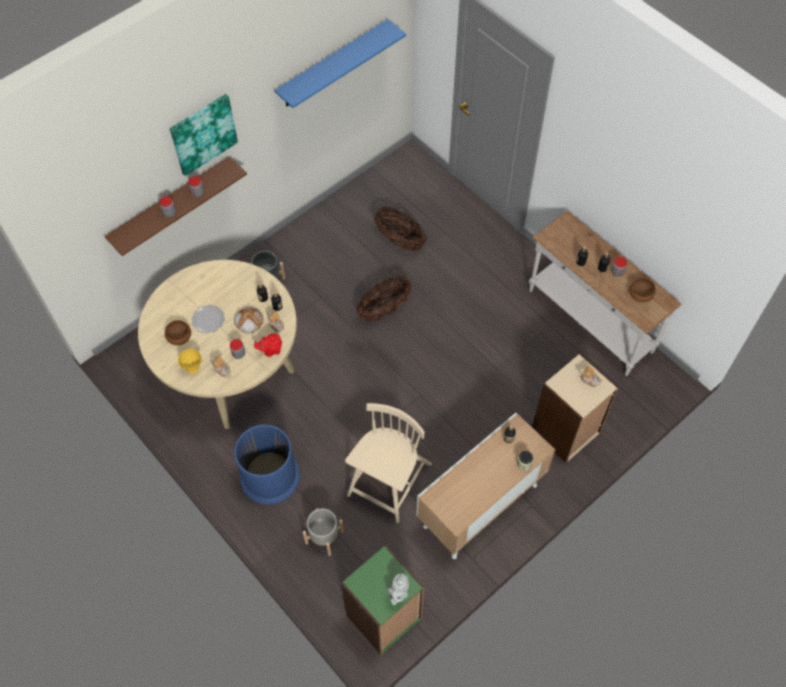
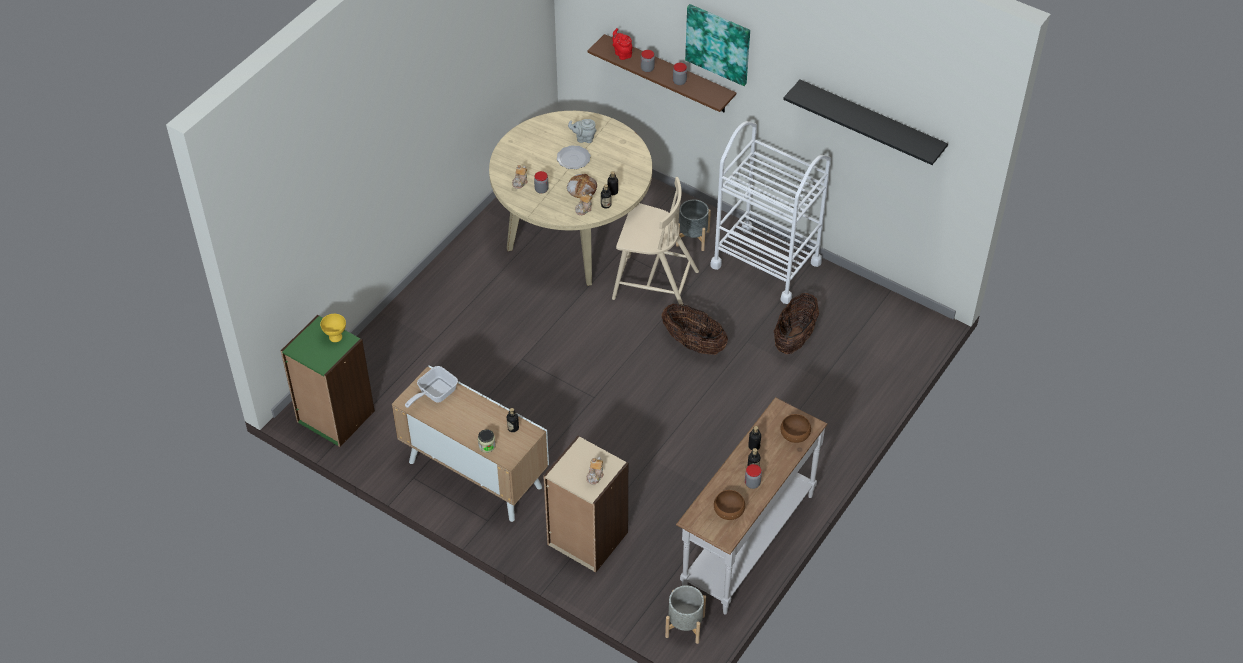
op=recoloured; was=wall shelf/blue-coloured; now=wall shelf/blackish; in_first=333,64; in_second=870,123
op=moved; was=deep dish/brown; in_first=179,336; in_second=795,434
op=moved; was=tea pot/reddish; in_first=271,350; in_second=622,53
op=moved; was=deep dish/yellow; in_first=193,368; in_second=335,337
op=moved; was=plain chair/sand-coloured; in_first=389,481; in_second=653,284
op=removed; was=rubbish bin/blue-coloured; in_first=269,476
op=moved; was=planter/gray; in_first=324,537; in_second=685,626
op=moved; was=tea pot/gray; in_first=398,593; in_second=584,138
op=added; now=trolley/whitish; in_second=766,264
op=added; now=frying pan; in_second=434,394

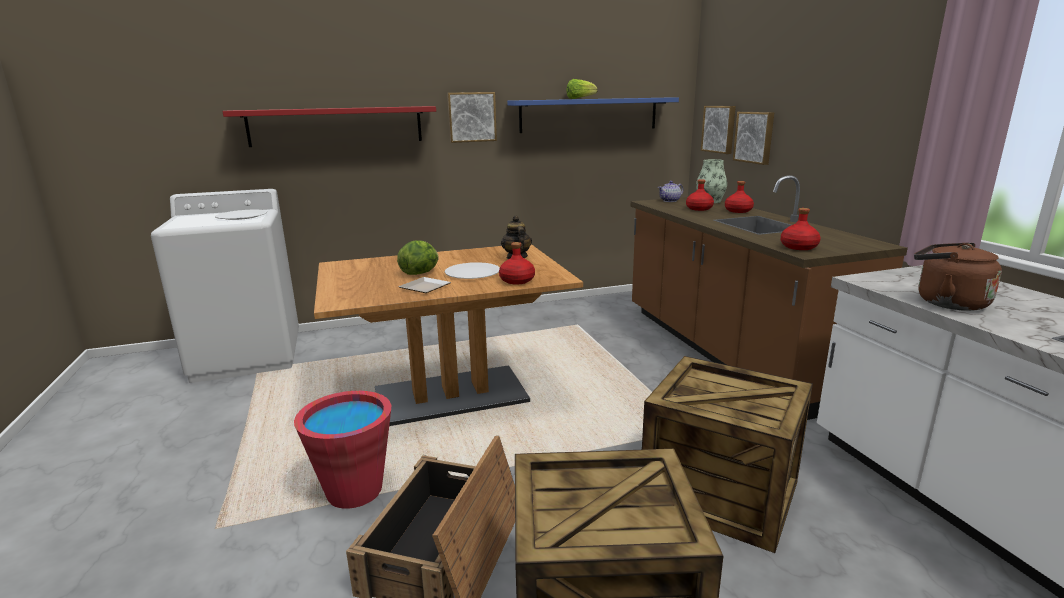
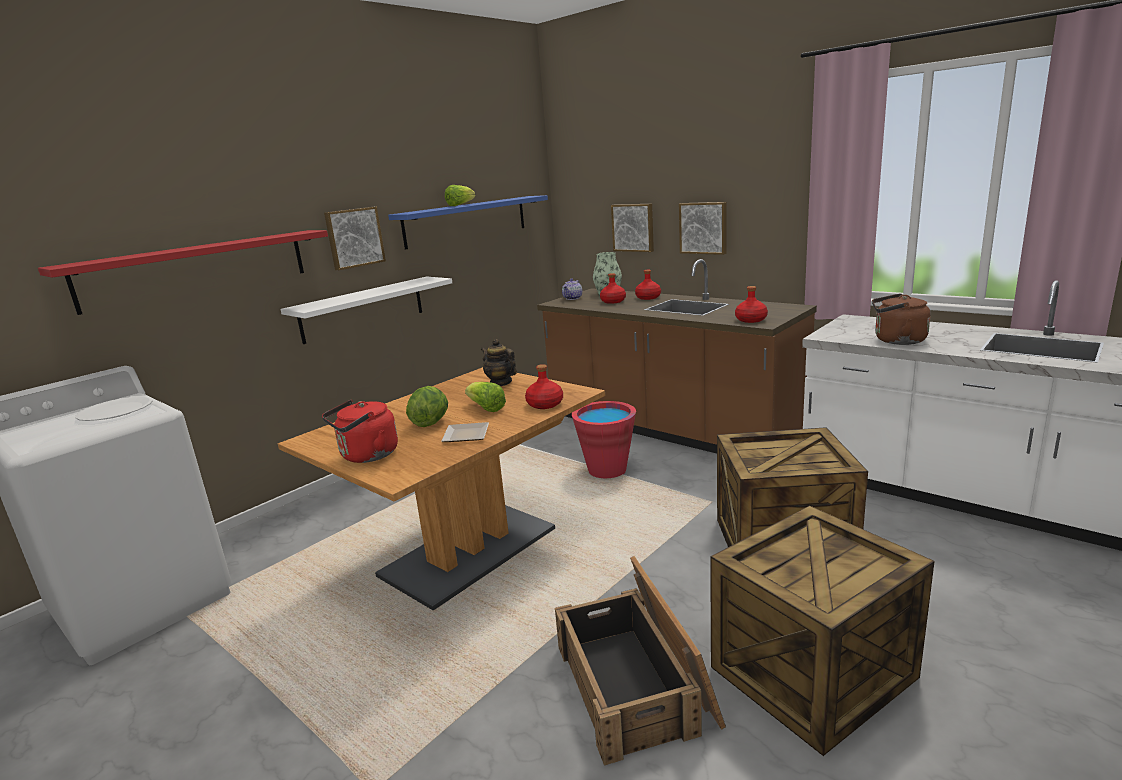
op=moved; was=picture; in_first=719,129; in_second=703,228
op=replaced; was=flat dish/whitish; now=lettuce; in_first=472,273; in_second=486,408
op=moved; was=water bucket/reddish; in_first=354,490; in_second=607,470
op=added; now=wall shelf/whitish; in_second=363,309
op=added; now=tea kettle/reddish; in_second=366,456

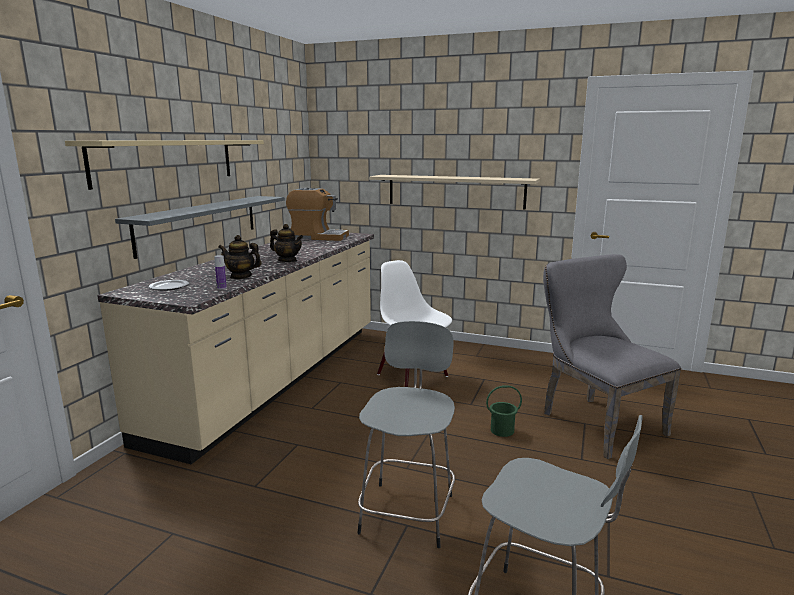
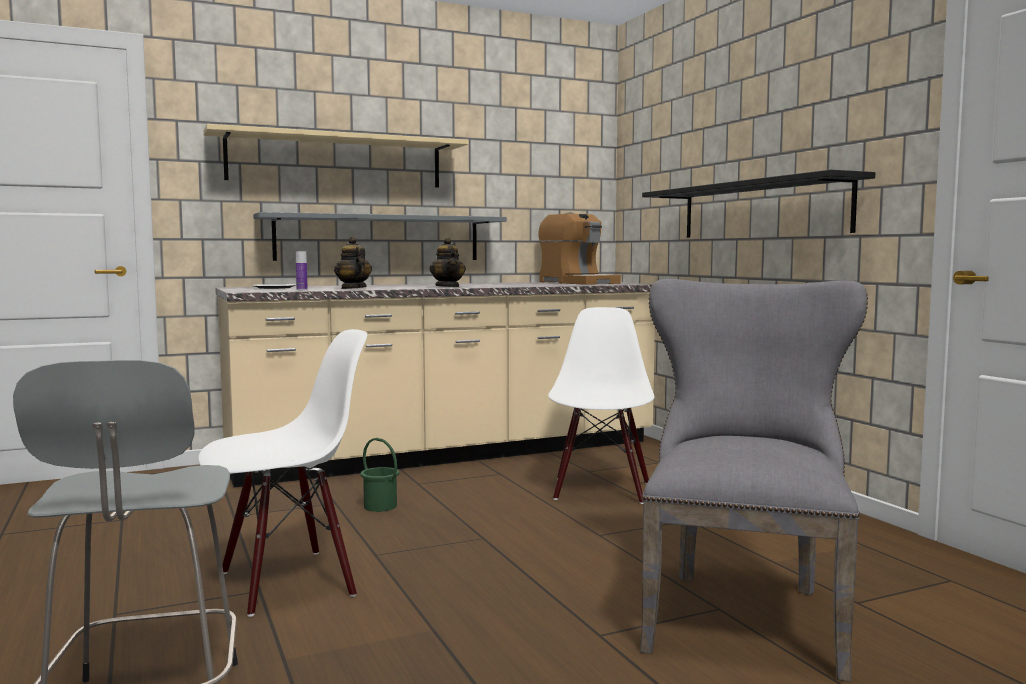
op=recoloured; was=wall shelf/sand-coloured; now=wall shelf/blackish; in_first=455,191; in_second=761,210
op=replaced; was=sitting stool/gray; now=plain chair/whitish; in_first=408,511; in_second=288,582
op=moved; was=water bucket/green; in_first=502,430; in_second=380,506

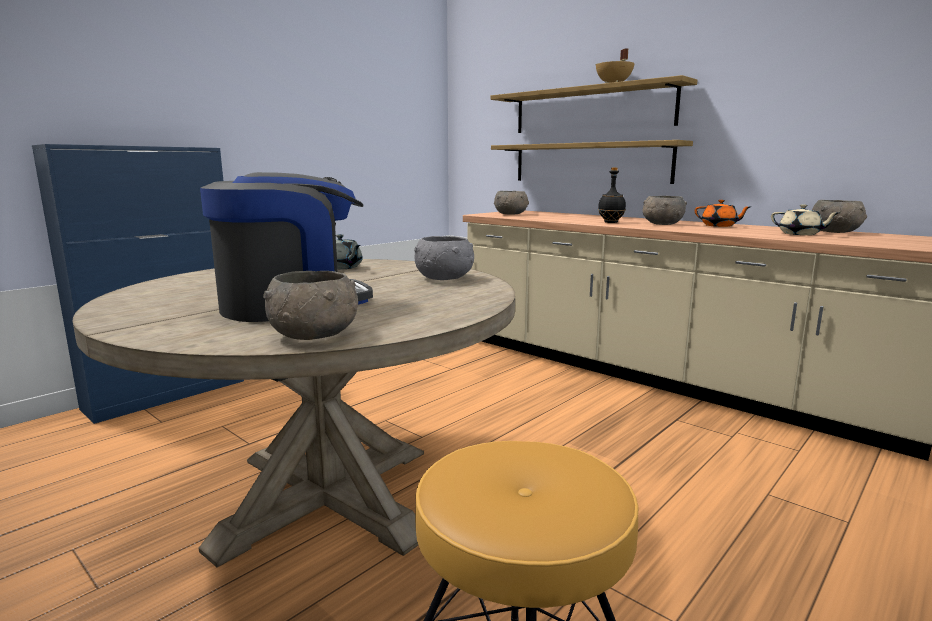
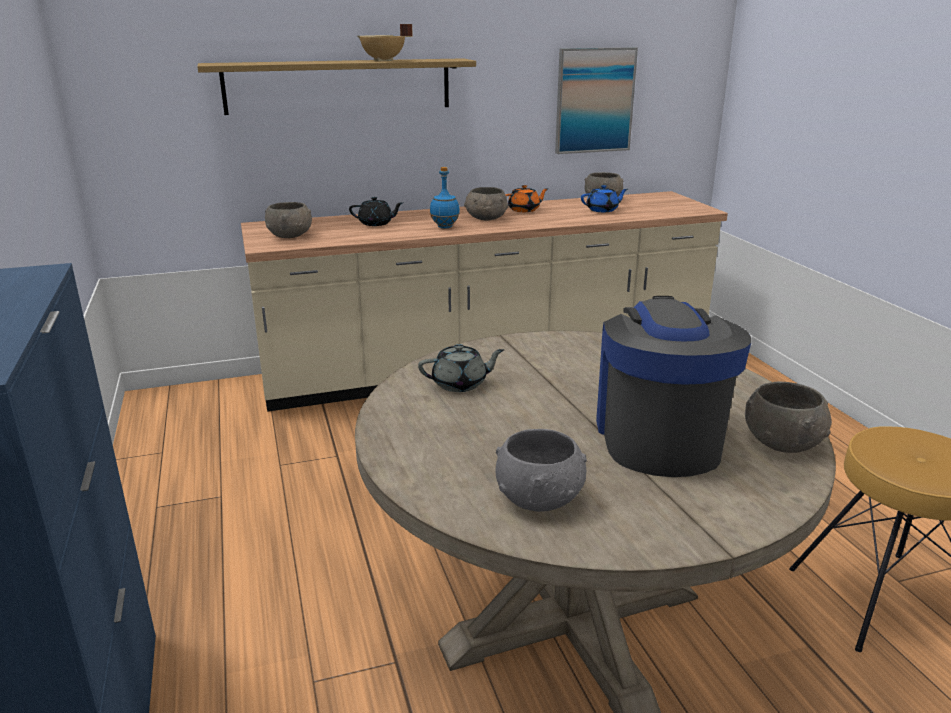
op=removed; was=wall shelf; in_first=589,163
op=recoloured; was=bottle/blackish; now=bottle/blue-coloured; in_first=611,222; in_second=445,227
op=recoloured; was=tea pot/sand-coloured; now=tea pot/blue-coloured; in_first=800,234; in_second=603,210
op=moved; was=deep dish/gray; in_first=445,278; in_second=540,497
op=added; now=picture; in_second=594,100
op=added; now=tea pot/blackish; in_second=376,223

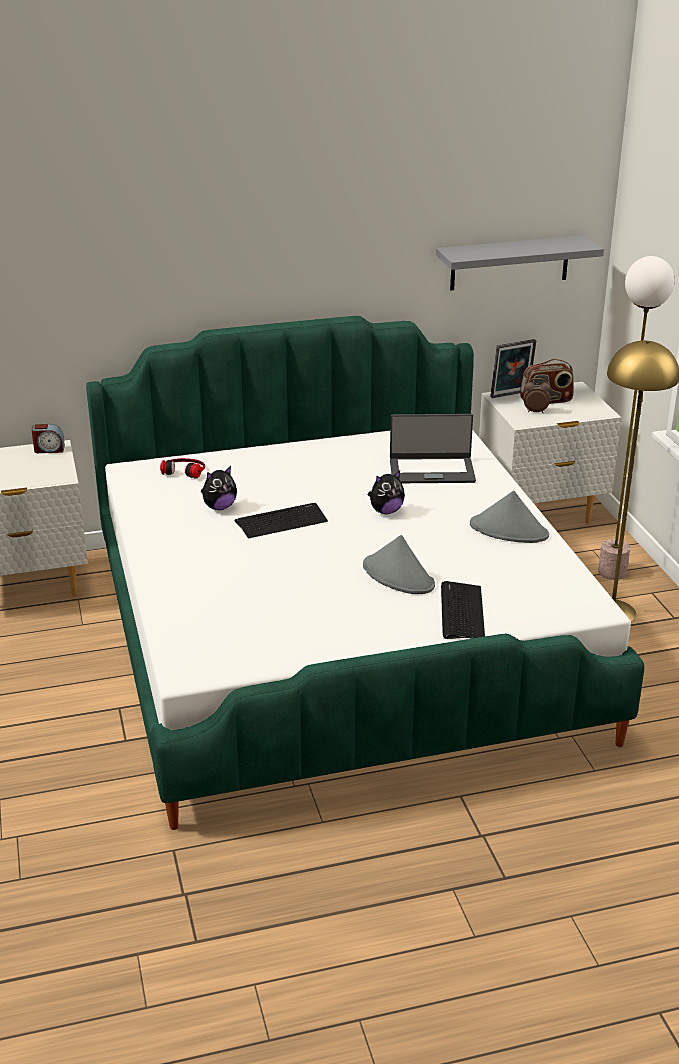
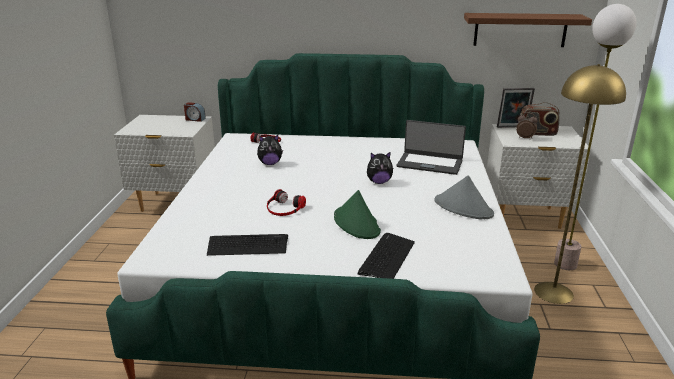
op=recoloured; was=wall shelf/gray; now=wall shelf/brown; in_first=509,263; in_second=520,30
op=moved; was=computer keyboard; in_first=281,521; in_second=247,245
op=recoloured; was=wearable hat/gray; now=wearable hat/green; in_first=398,576; in_second=356,223
op=added; now=pair of headphones; in_second=284,208

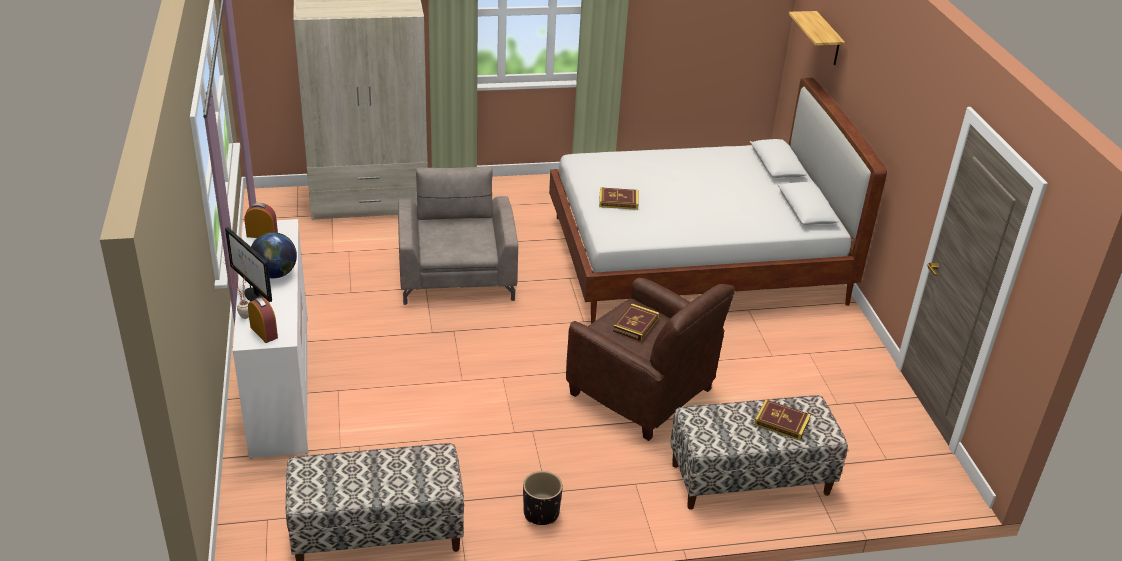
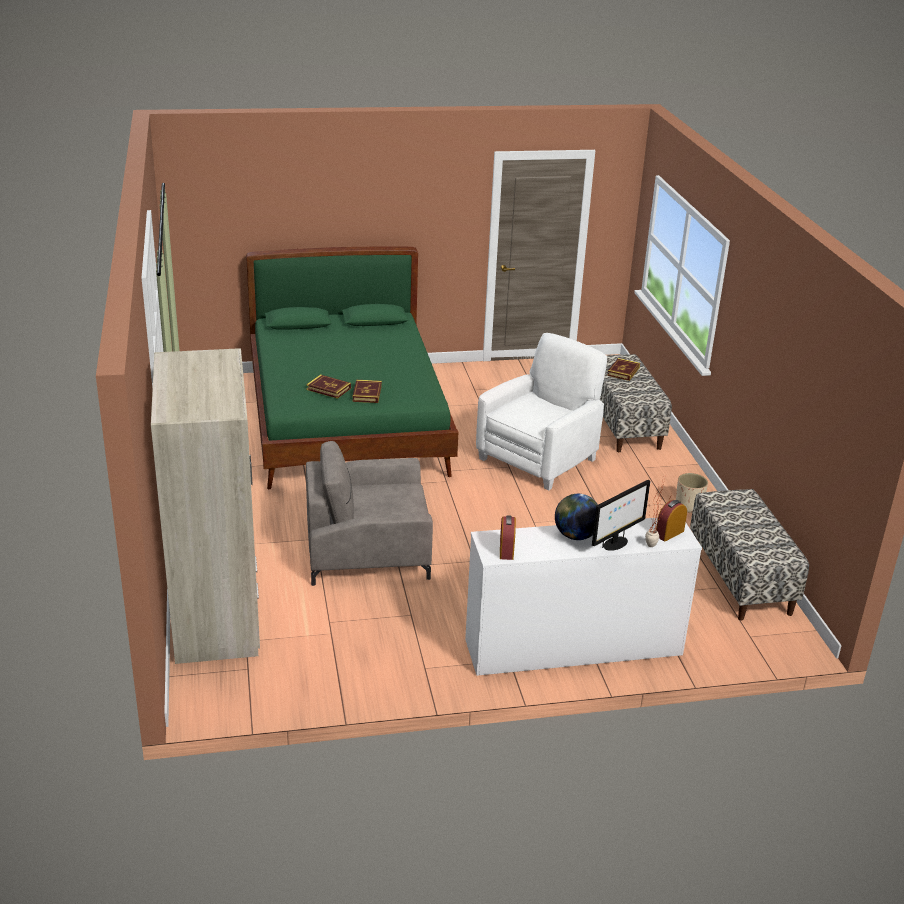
op=removed; was=wall shelf; in_first=828,39
op=recoloured; was=bedroom bed/whitish; now=bedroom bed/green; in_first=694,261; in_second=347,424
op=recoloured; was=easy chair/brown; now=easy chair/whitish; in_first=643,392; in_second=538,459
op=moved; was=volume; in_first=636,325; in_second=328,389
op=recoloured; was=planter/blackish; now=planter/sand-coloured; in_first=541,513; in_second=689,506

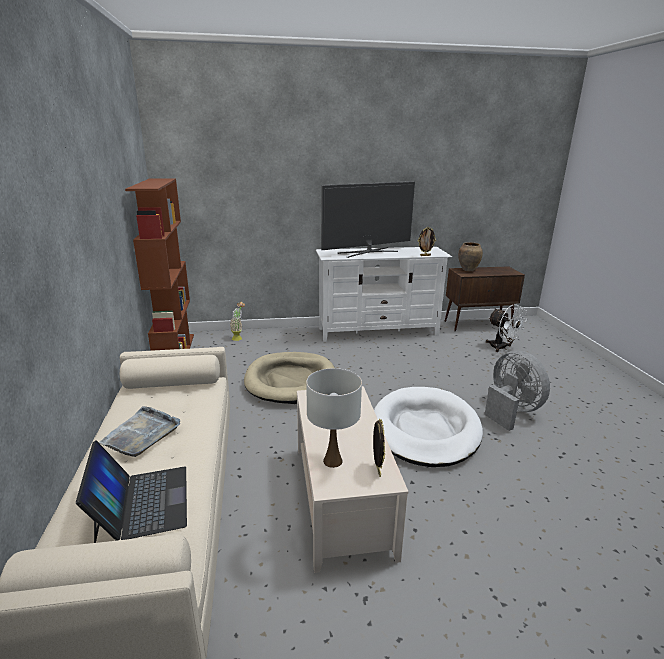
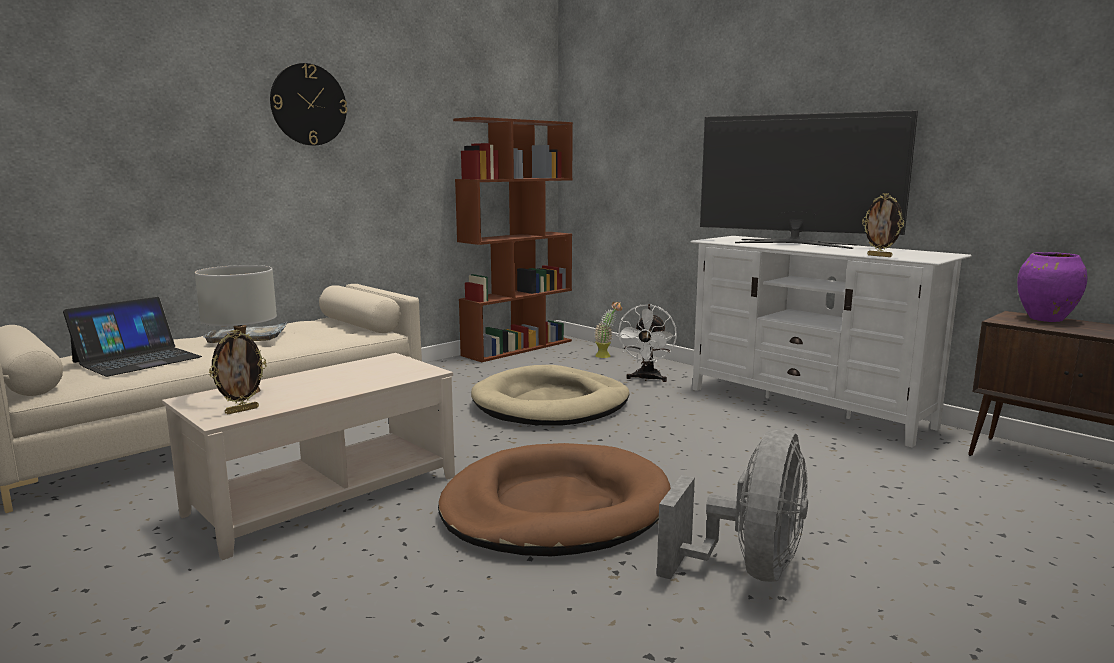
op=recoloured; was=decorative vase/brown; now=decorative vase/purple-coloured; in_first=468,270; in_second=1046,319
op=moved; was=fan/whitish; in_first=501,348; in_second=646,379
op=recoloured; was=dog cushion/whitish; now=dog cushion/brown; in_first=425,430; in_second=555,508
op=added; now=hanging clock; in_second=308,105

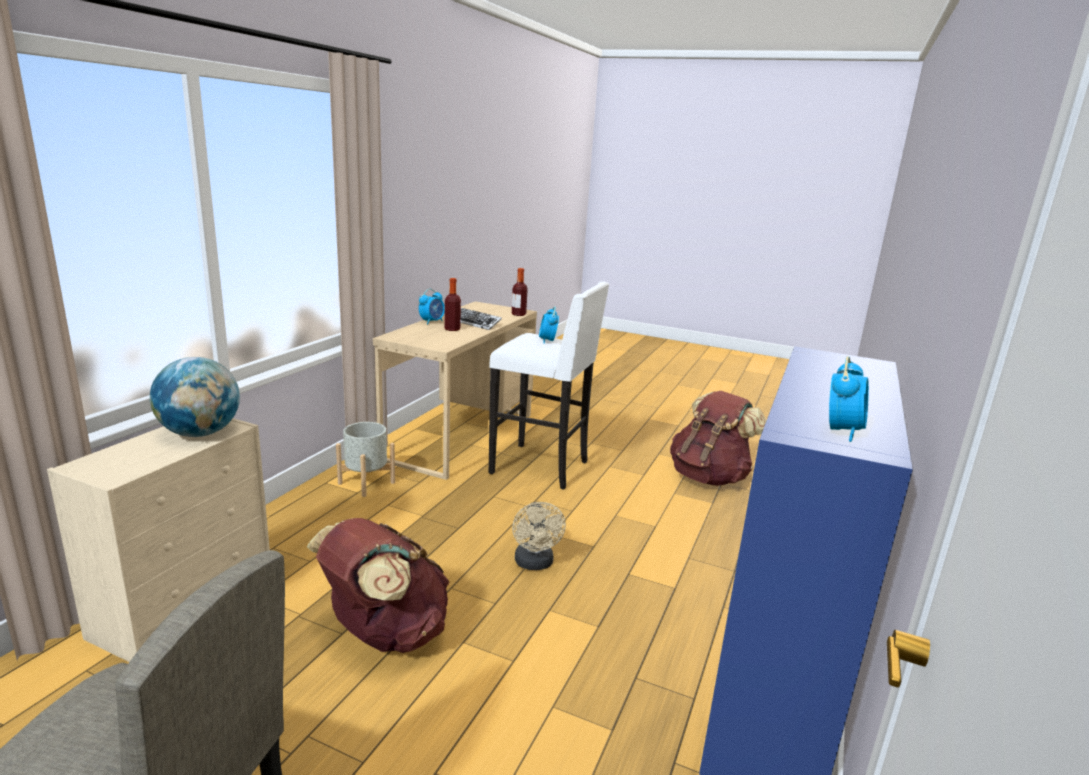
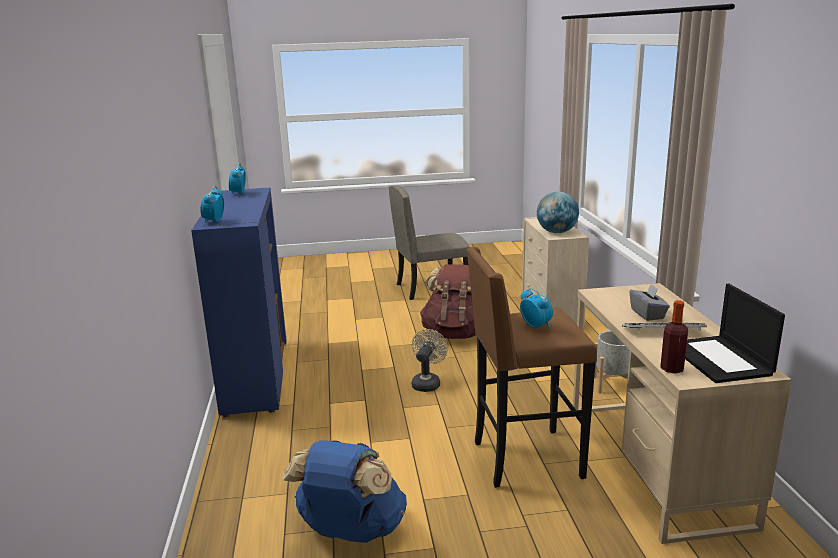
op=replaced; was=bottle; now=tissue holder/gray; in_first=452,329; in_second=648,314
op=recoloured; was=sitting stool/whitish; now=sitting stool/brown; in_first=542,467; in_second=524,459
op=moved; was=bedside clock; in_first=432,322; in_second=214,222
op=recoloured; was=knapsack/brown; now=knapsack/blue-coloured; in_first=709,477; in_second=350,532
op=turned; was=fan/sand-coloured; in_first=535,564; in_second=427,383; clockwise=60
op=added; now=notebook computer; in_second=720,360

